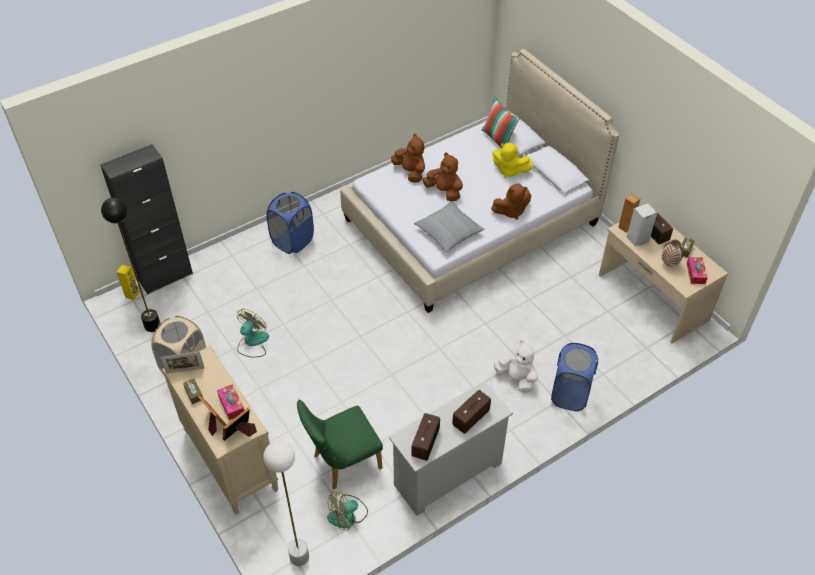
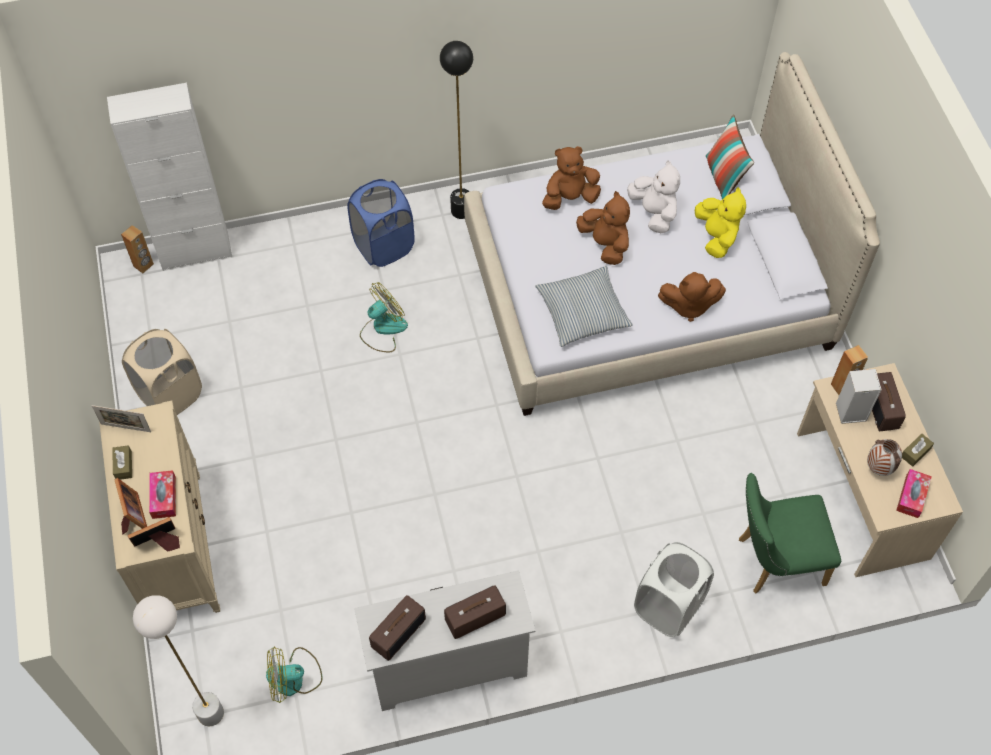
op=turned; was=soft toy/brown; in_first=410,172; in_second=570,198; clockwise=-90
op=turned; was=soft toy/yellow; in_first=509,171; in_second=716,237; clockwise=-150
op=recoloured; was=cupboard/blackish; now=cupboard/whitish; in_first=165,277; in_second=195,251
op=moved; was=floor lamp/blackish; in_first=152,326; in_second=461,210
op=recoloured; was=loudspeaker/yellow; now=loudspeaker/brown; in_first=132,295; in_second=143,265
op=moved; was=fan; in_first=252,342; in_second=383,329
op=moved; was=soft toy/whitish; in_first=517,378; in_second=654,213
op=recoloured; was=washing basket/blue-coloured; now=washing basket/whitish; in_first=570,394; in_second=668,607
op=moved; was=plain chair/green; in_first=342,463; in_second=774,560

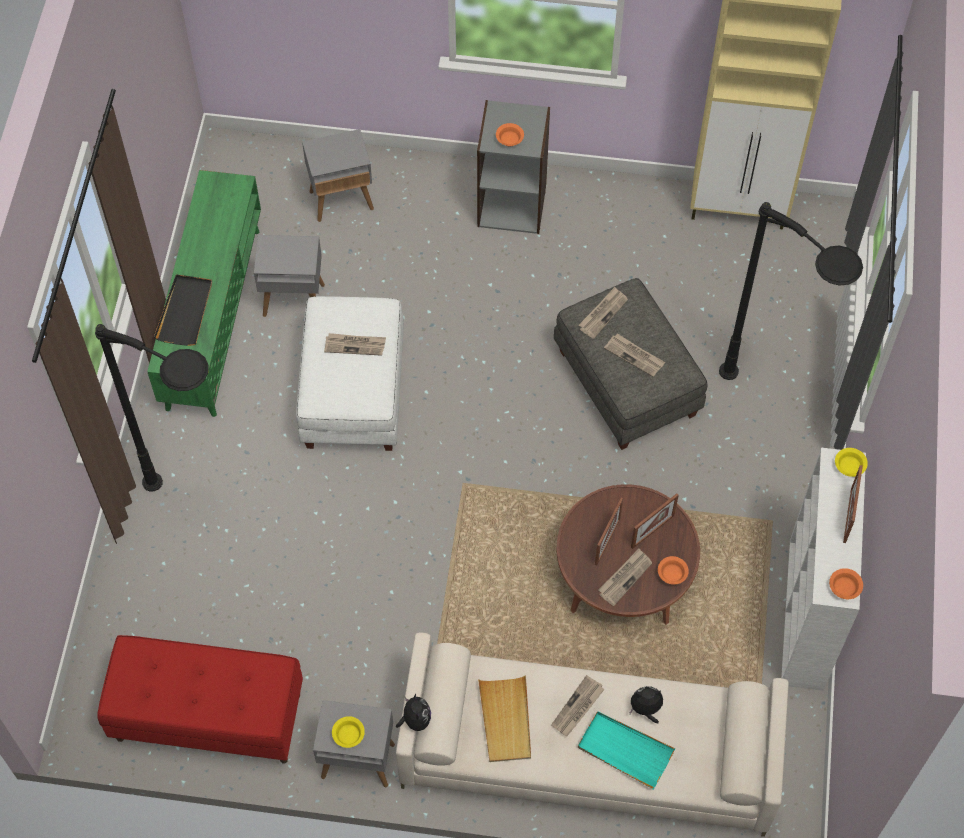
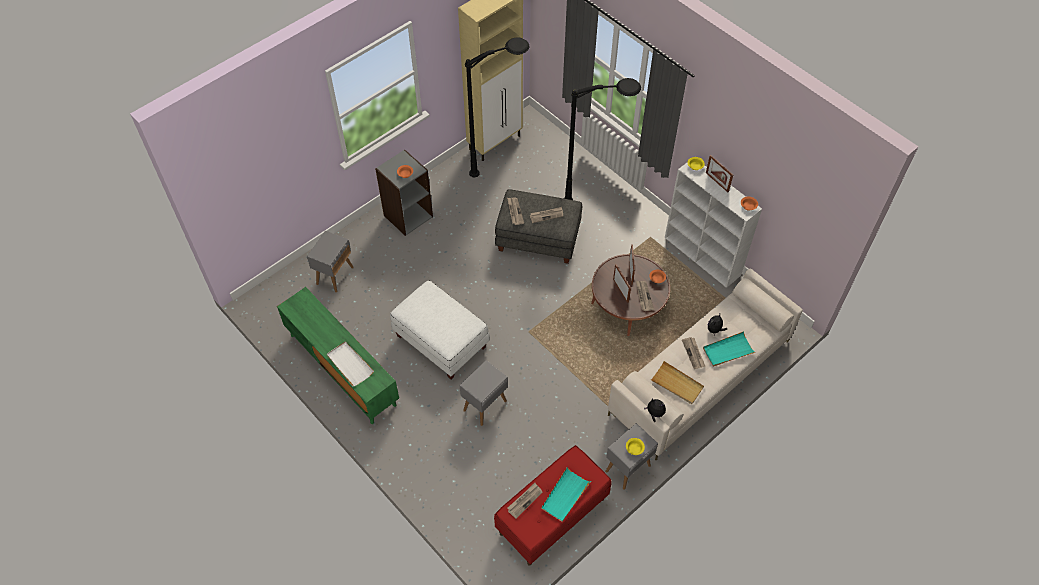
op=moved; was=side table/gray; in_first=293,300; in_second=484,406
op=recoloured; was=tray/blackish; now=tray/whitish; in_first=185,311; in_second=349,364
op=moved; was=floor lamp/blackish; in_first=205,512; in_second=505,165
op=moved; was=daily paper; in_first=355,345; in_second=524,500
op=added; now=tray/blue-green; in_second=565,495

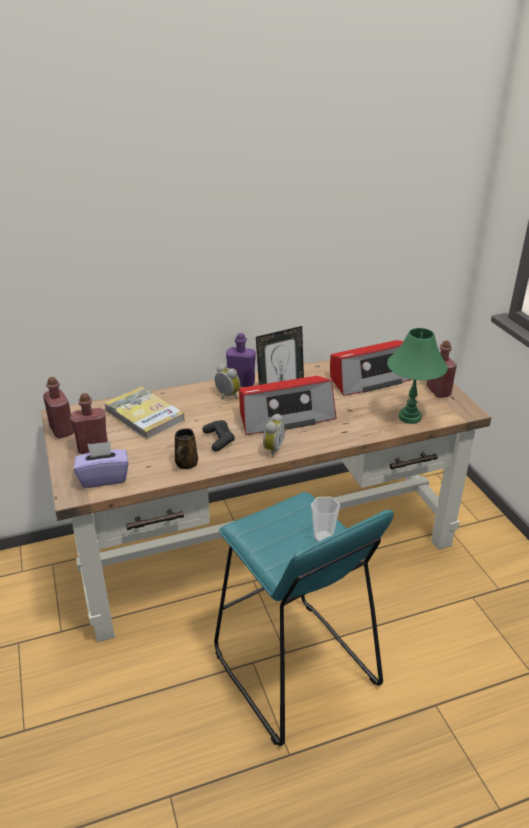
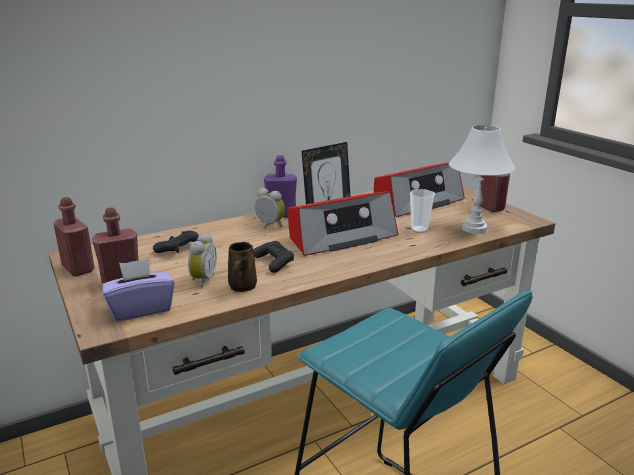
op=recoloured; was=lamp for a table/green; now=lamp for a table/whitish; in_first=410,417; in_second=474,228
op=replaced; was=volume; now=joypad/blackish; in_first=144,416; in_second=178,248
op=moved; was=bedside clock; in_first=272,450; in_second=202,280
op=moved; was=cup; in_first=323,537; in_second=419,229

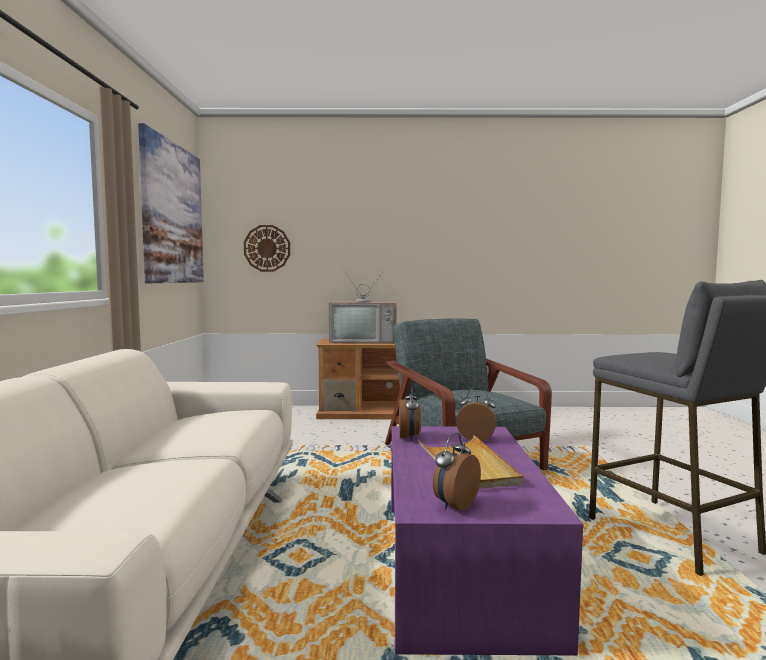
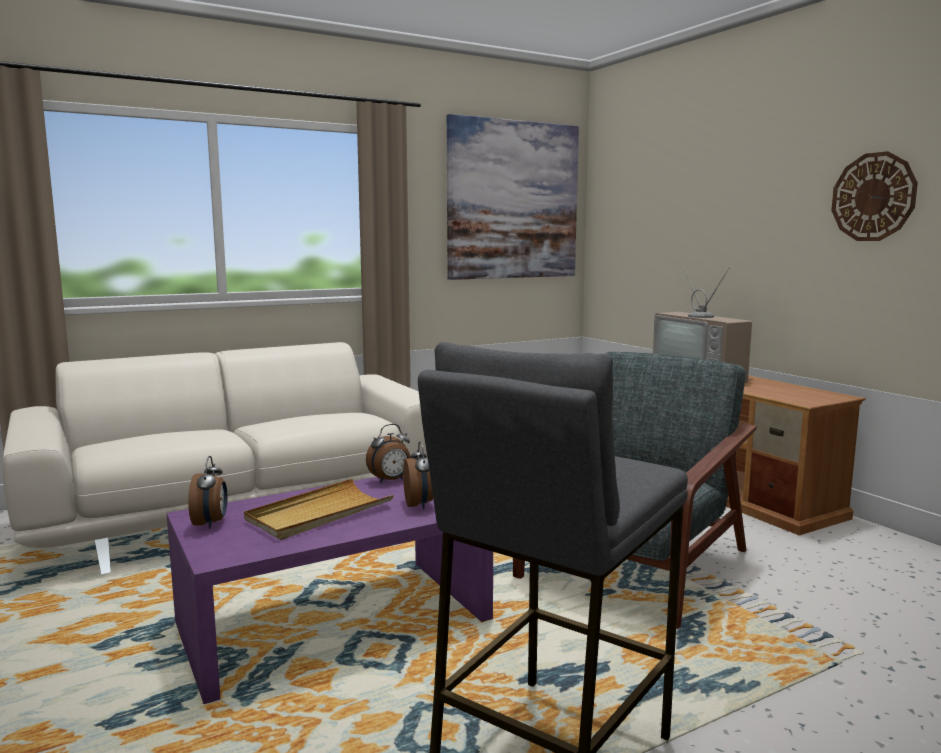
op=moved; was=hanging clock; in_first=267,248; in_second=873,197
op=turned; was=bedside clock; in_first=454,505; in_second=211,523; clockwise=75

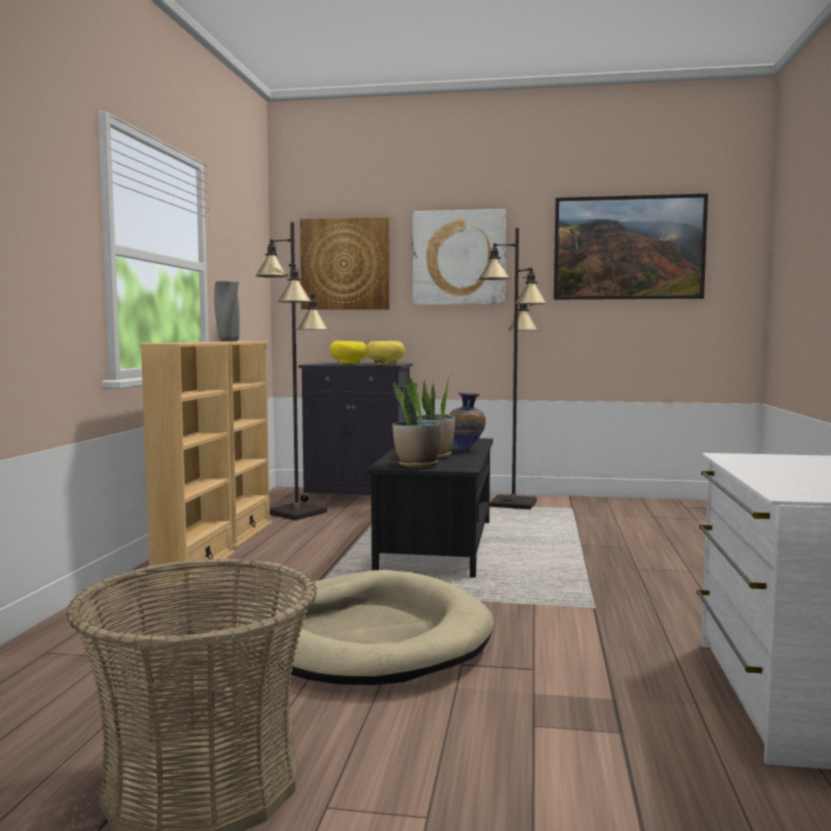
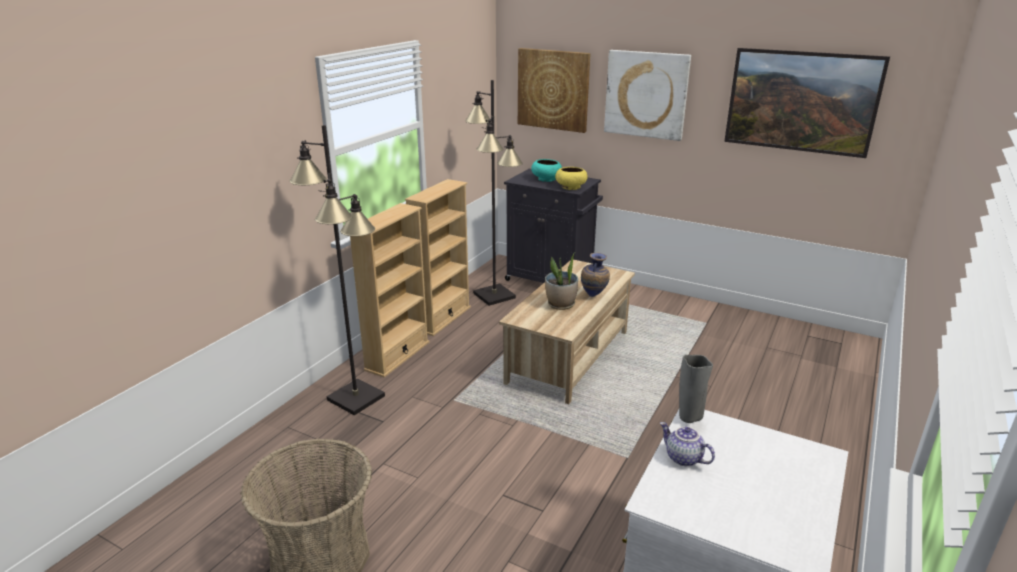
op=moved; was=floor lamp/blackish; in_first=513,504; in_second=356,397
op=moved; was=decorative vase/gray; in_first=227,341; in_second=689,418
op=recoloured; was=deep dish/yellow; now=deep dish/blue-green; in_first=348,363; in_second=546,179
op=removed; was=houseplant; in_first=416,465
op=recoloured; was=lounge table/blackish; now=lounge table/sand-coloured; in_first=438,545; in_second=569,357
op=removed; was=dog cushion/sand-coloured; in_first=364,637
op=added; now=tea pot; in_second=683,458

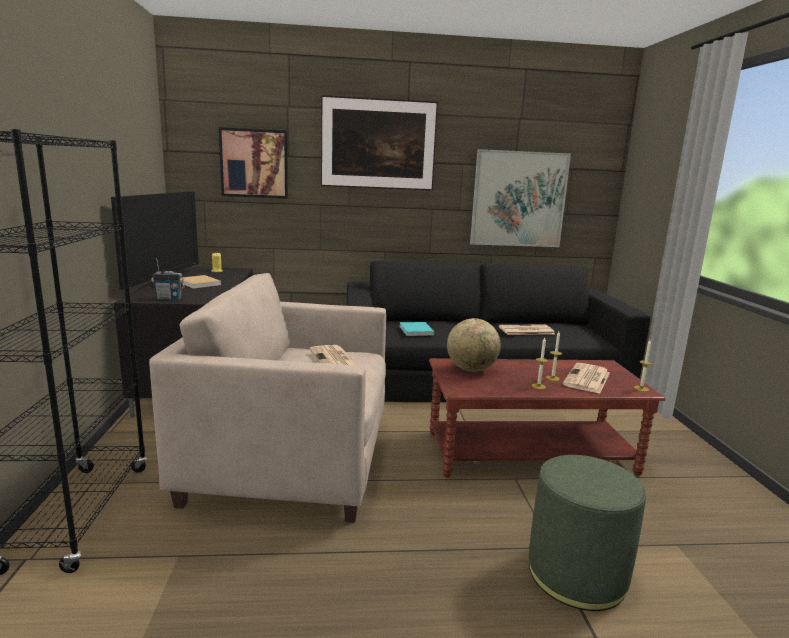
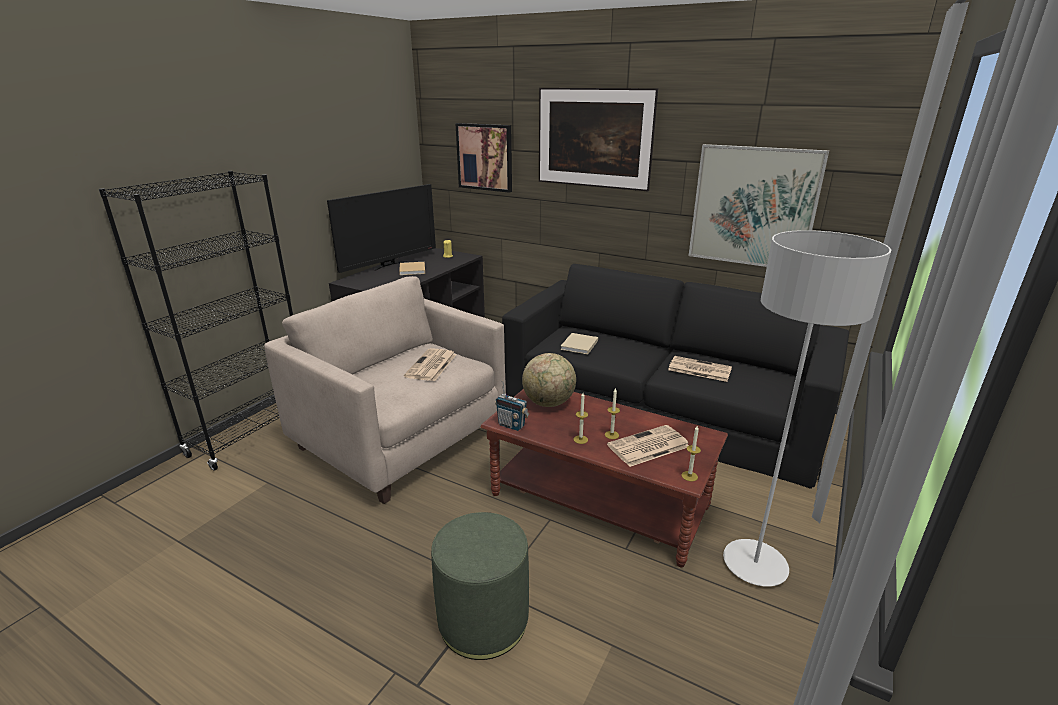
op=moved; was=radio set; in_first=169,299; in_second=511,425
op=recoloured; was=volume/blue-green; now=volume/sand-coloured; in_first=416,331; in_second=579,345
op=added; now=floor lamp/gray; in_second=755,564

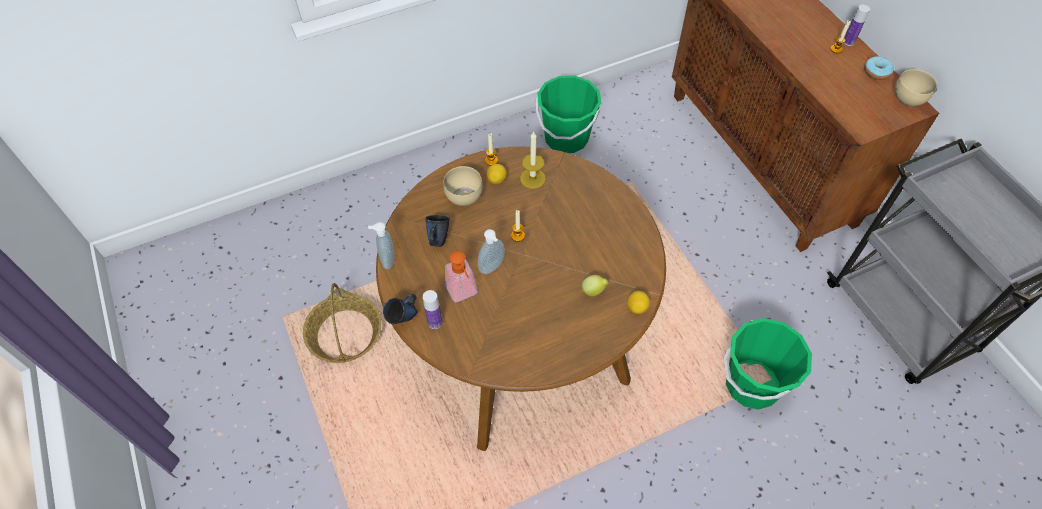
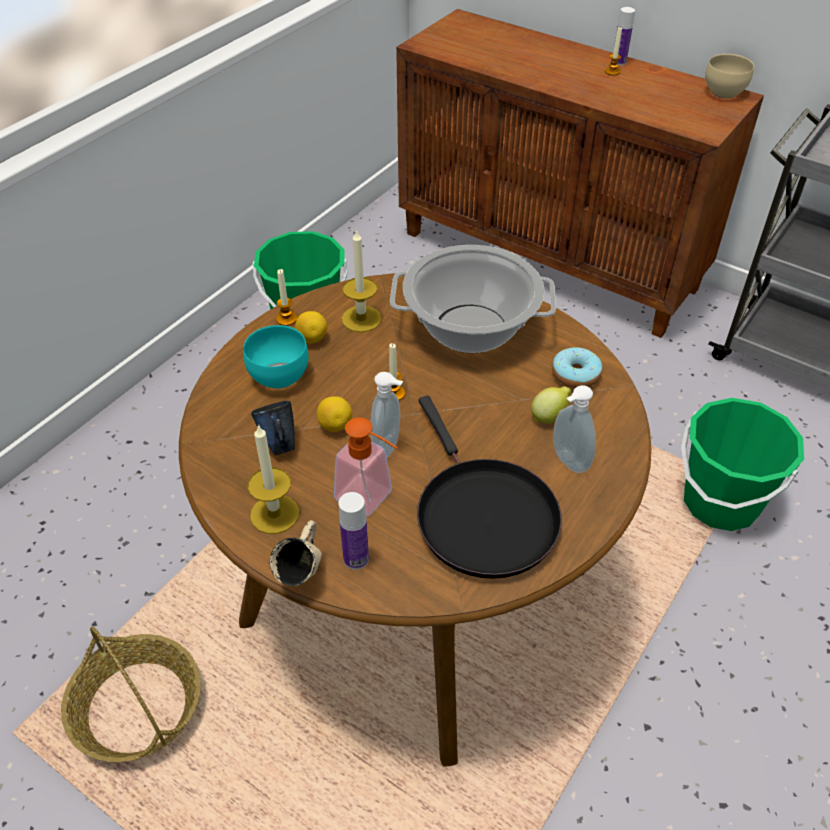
op=moved; was=ring doughnut; in_first=876,72; in_second=575,375
op=recoloured; was=deep dish/sand-coloured; now=deep dish/blue-green; in_first=465,197; in_second=281,376
op=moved; was=liquid soap bottle; in_first=387,260; in_second=567,462
op=moved; was=citrus fruit; in_first=637,307; in_second=335,425
op=recoloured; was=coffee mug/blue-coloured; now=coffee mug/sand-coloured; in_first=404,319; in_second=303,577
op=added; now=stockpot; in_second=470,329
op=added; now=frying pan/blackish; in_second=482,515
op=added; now=wax light; in_second=274,514

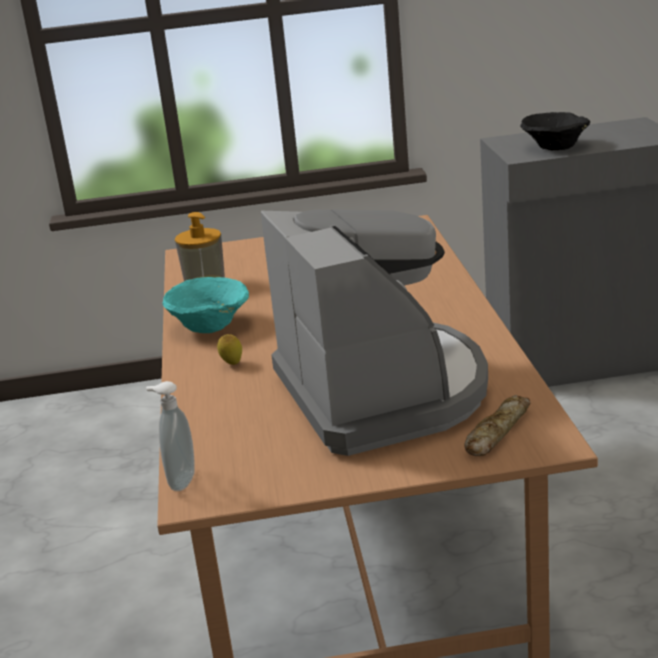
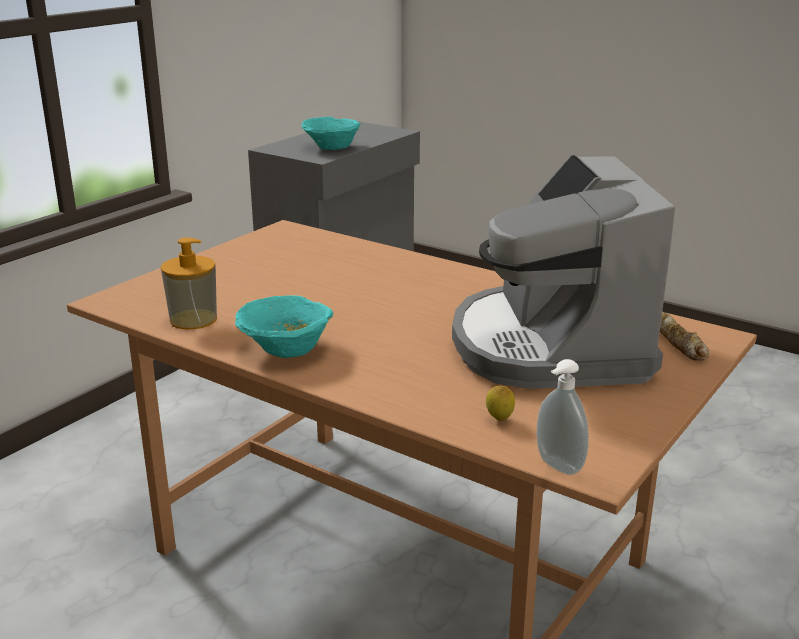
op=recoloured; was=deep dish/blackish; now=deep dish/blue-green; in_first=555,147; in_second=331,147
op=turned; was=coffee maker; in_first=383,392; in_second=549,346; clockwise=-120
op=moved; was=citrus fruit; in_first=232,364; in_second=499,420

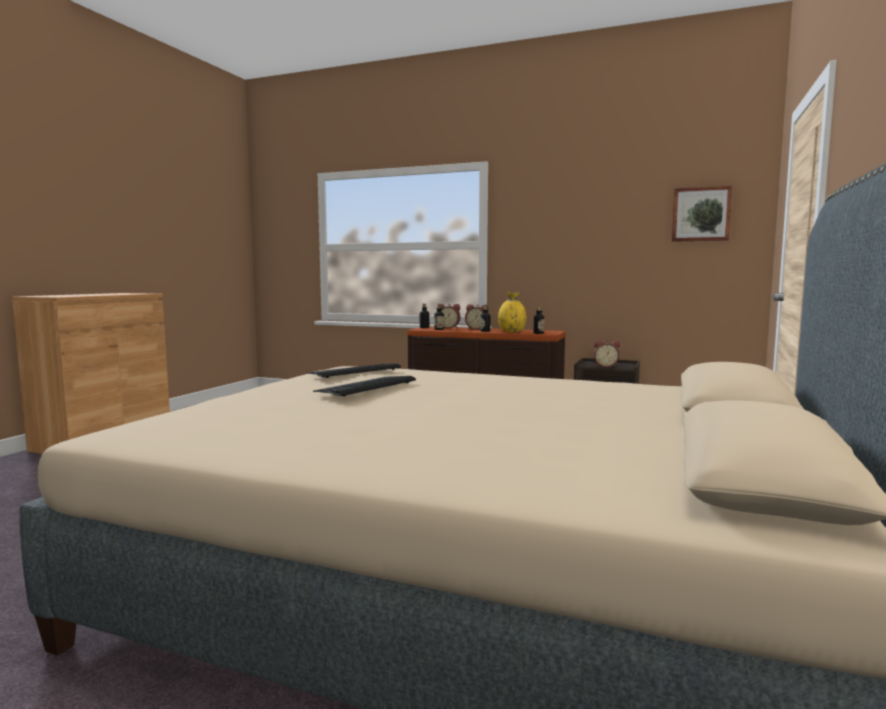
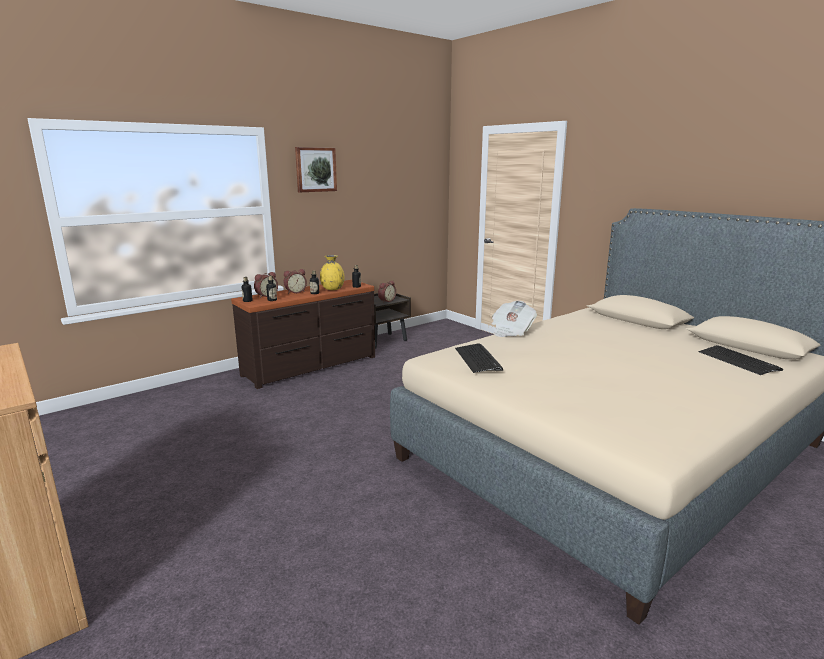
op=moved; was=picture; in_first=701,214; in_second=315,169
op=moved; was=computer keyboard; in_first=366,387; in_second=738,361
op=added; now=daily paper; in_second=511,331

